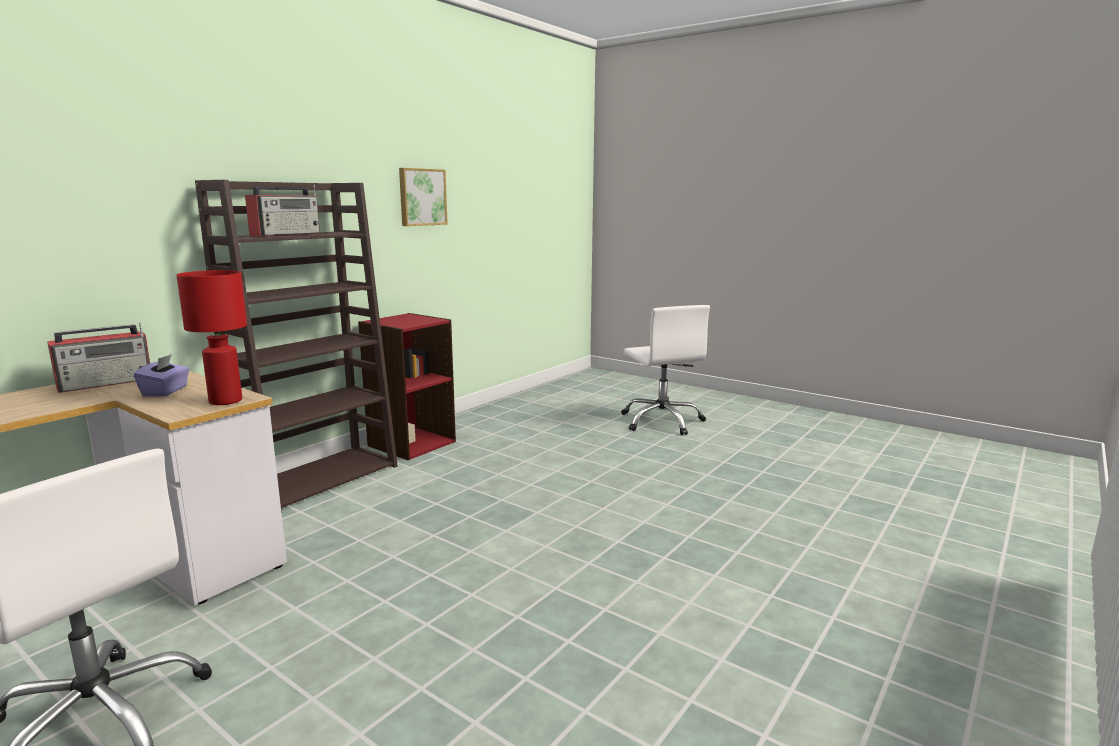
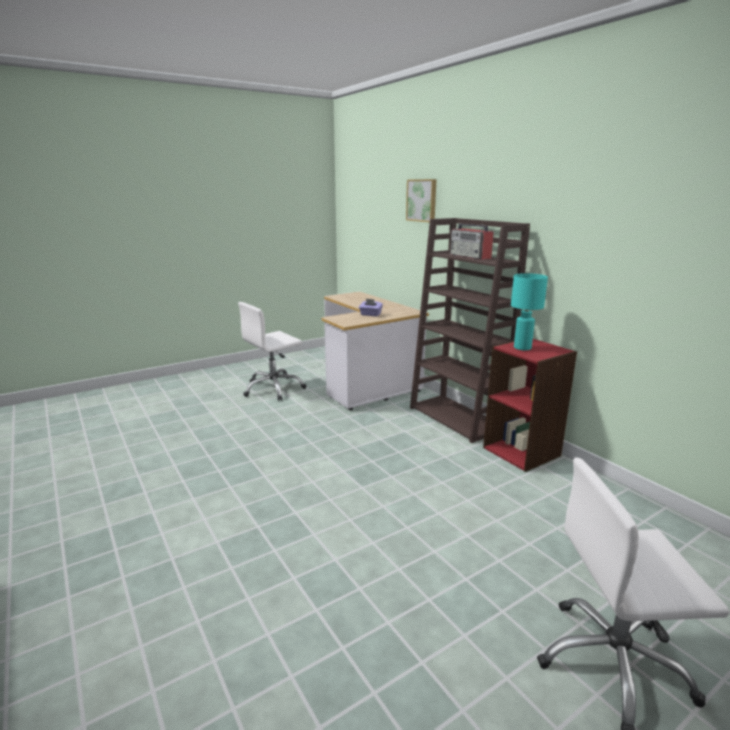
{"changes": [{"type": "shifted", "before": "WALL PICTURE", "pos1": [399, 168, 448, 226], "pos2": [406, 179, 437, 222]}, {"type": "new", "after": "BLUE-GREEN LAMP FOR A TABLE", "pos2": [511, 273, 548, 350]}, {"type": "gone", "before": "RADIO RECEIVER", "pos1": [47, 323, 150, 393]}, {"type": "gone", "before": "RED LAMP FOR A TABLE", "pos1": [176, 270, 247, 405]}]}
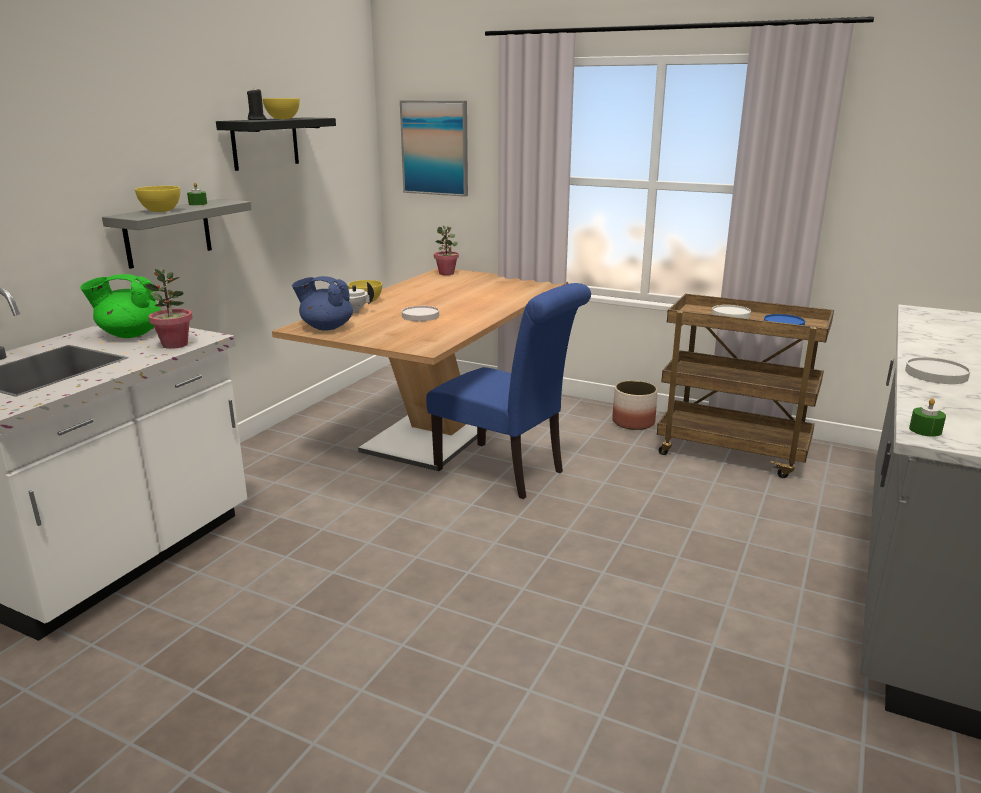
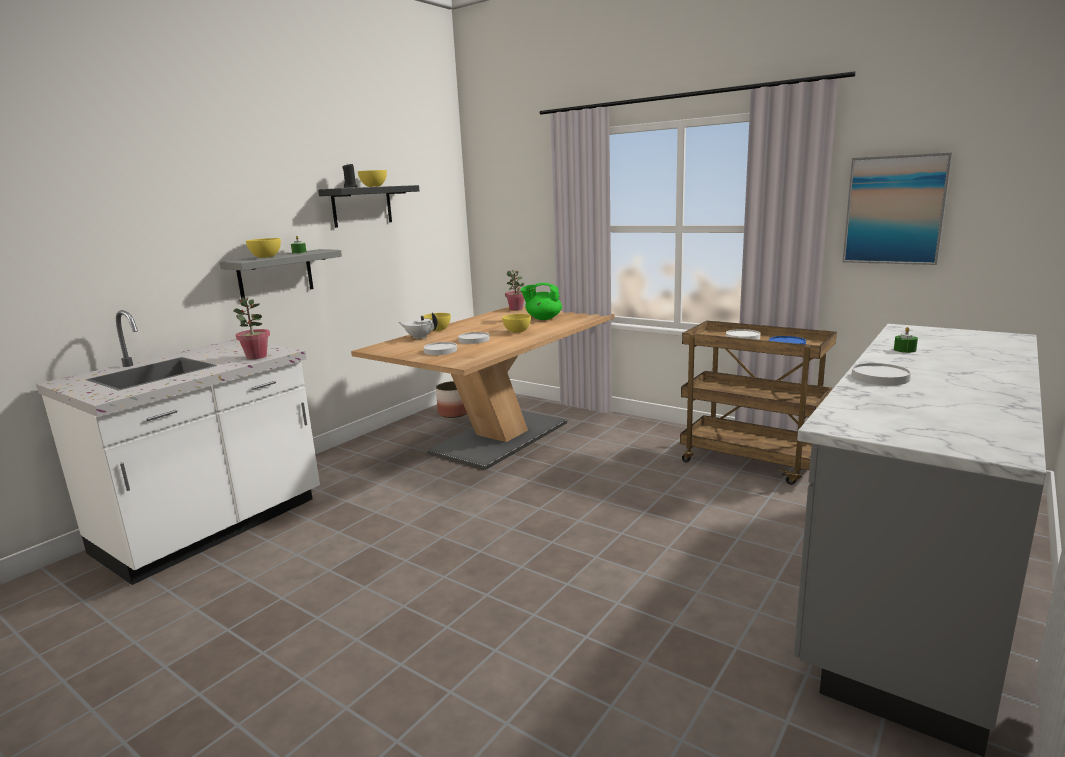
{"changes": [{"type": "new", "after": "WHITE DINNER PLATE", "pos2": [424, 342, 457, 355]}, {"type": "shifted", "before": "PLANTER", "pos1": [612, 381, 658, 430], "pos2": [436, 381, 467, 418]}, {"type": "new", "after": "YELLOWISH DEEP DISH", "pos2": [502, 314, 531, 333]}, {"type": "shifted", "before": "GREEN TEA POT", "pos1": [80, 274, 161, 338], "pos2": [521, 283, 562, 320]}, {"type": "shifted", "before": "WALL PICTURE", "pos1": [400, 100, 468, 197], "pos2": [843, 152, 952, 265]}, {"type": "shifted", "before": "GREEN CANDLE", "pos1": [909, 398, 946, 437], "pos2": [894, 327, 918, 353]}, {"type": "gone", "before": "BLUE-COLOURED TEA POT", "pos1": [292, 276, 353, 331]}, {"type": "gone", "before": "BLUE-COLOURED CHAIR", "pos1": [426, 283, 591, 499]}]}
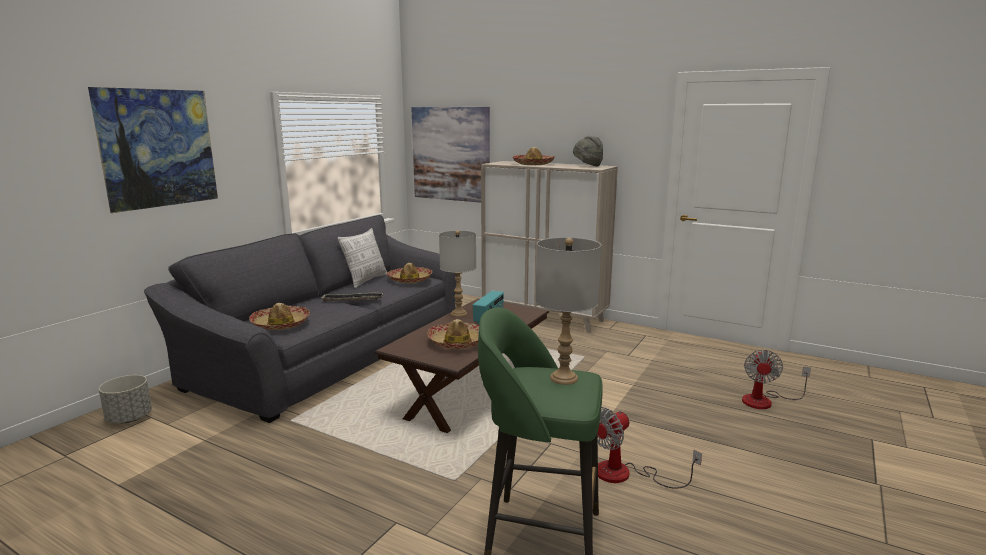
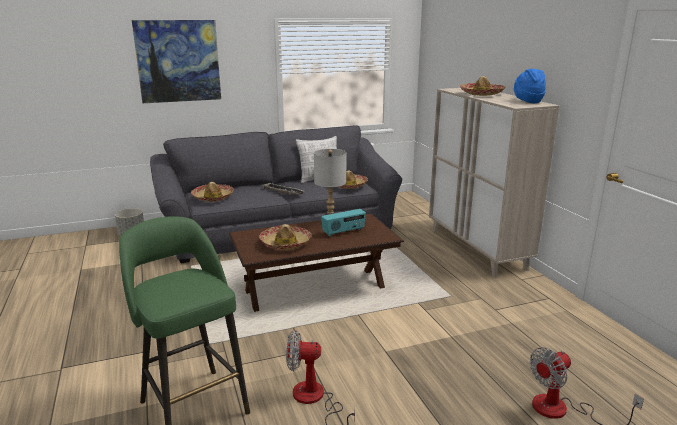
{"changes": [{"type": "repainted", "before": "GRAY HAT", "after": "BLUE-COLOURED HAT", "pos1": [573, 136, 603, 166], "pos2": [514, 68, 546, 103]}, {"type": "gone", "before": "WALL PICTURE", "pos1": [411, 107, 490, 203]}, {"type": "gone", "before": "GRAY LAMP FOR A TABLE", "pos1": [536, 237, 601, 385]}]}
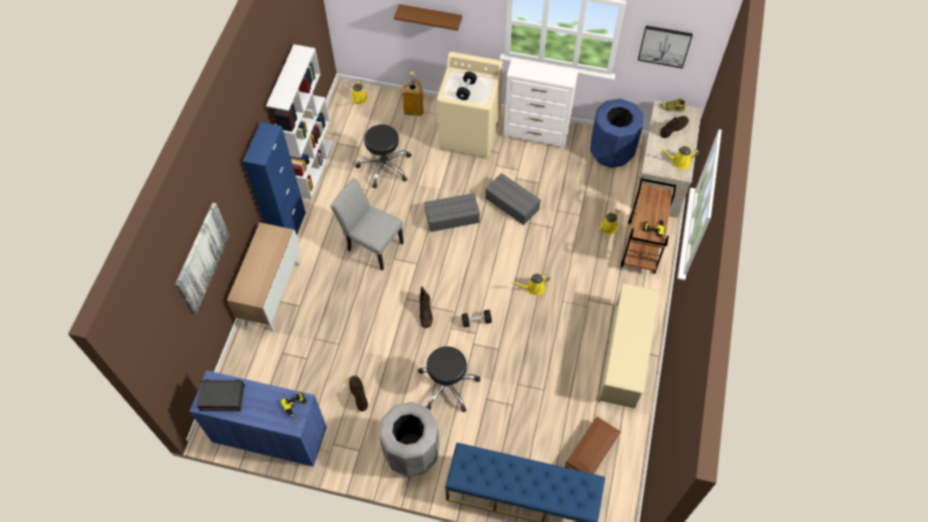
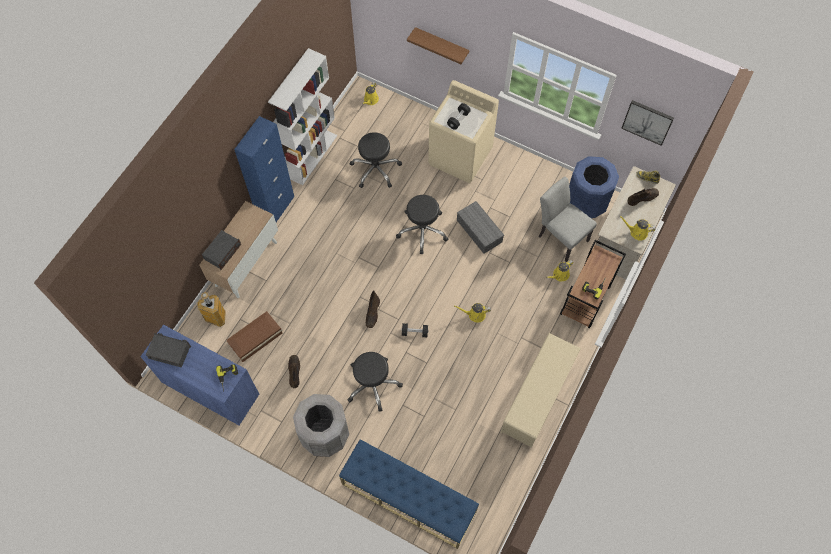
{"changes": [{"type": "shifted", "before": "WASTE BIN", "pos1": [401, 71, 424, 116], "pos2": [197, 292, 226, 327]}, {"type": "new", "after": "RADIO RECEIVER", "pos2": [202, 230, 241, 270]}, {"type": "shifted", "before": "BROWN STORAGE BOX", "pos1": [565, 417, 621, 474], "pos2": [227, 311, 282, 362]}, {"type": "swapped", "before": "GRAY STORAGE BOX", "after": "BLACK STOOL", "pos1": [424, 193, 480, 232], "pos2": [396, 195, 448, 254]}, {"type": "shifted", "before": "GRAY CHAIR", "pos1": [331, 178, 404, 271], "pos2": [538, 177, 597, 262]}, {"type": "gone", "before": "WALL PICTURE", "pos1": [175, 203, 230, 315]}, {"type": "gone", "before": "WHITE DRESSER", "pos1": [503, 58, 578, 149]}]}
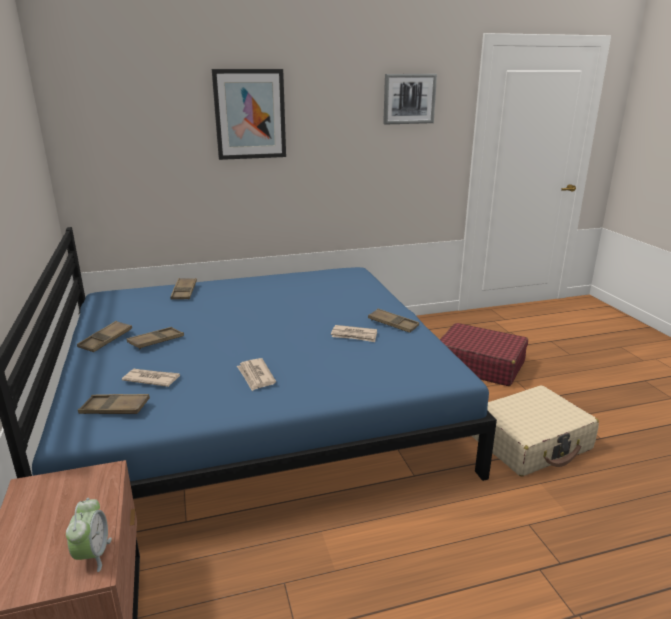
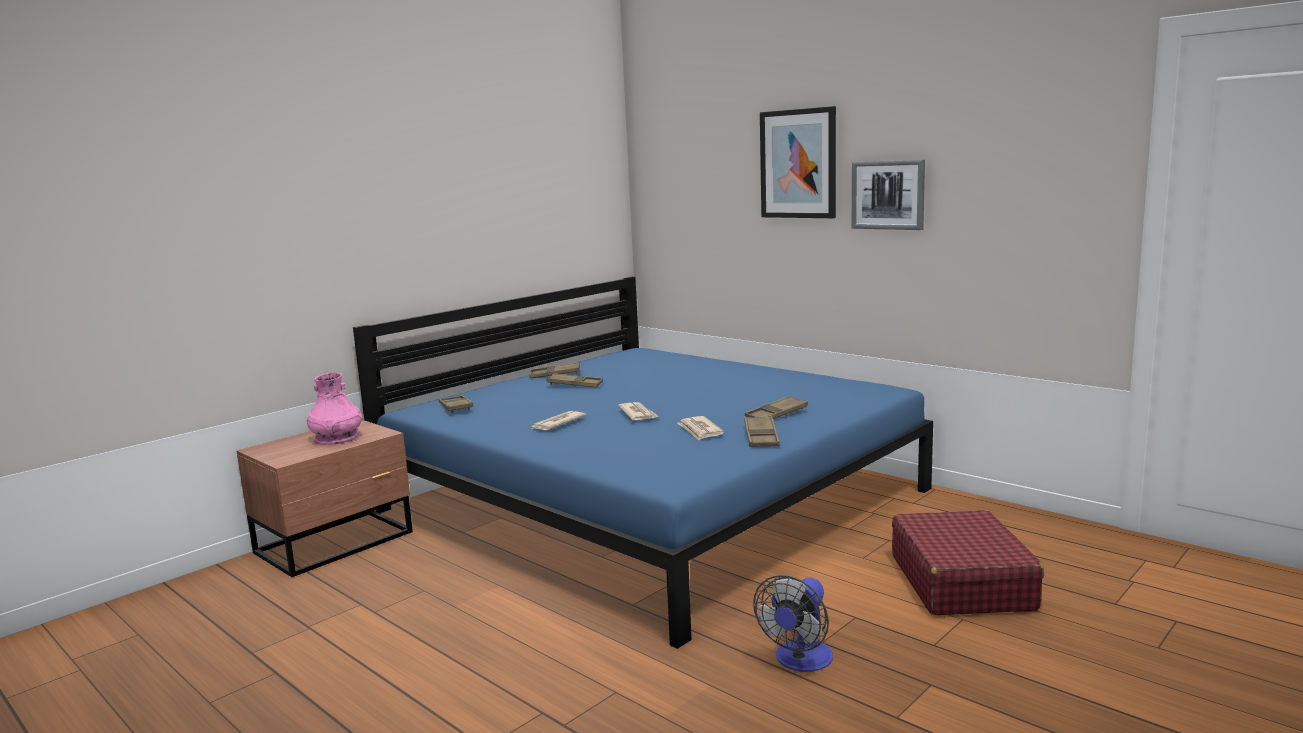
{"changes": [{"type": "new", "after": "PINK FLOWER VASE", "pos2": [307, 373, 363, 445]}, {"type": "shifted", "before": "PRINTED PAPER", "pos1": [122, 369, 180, 387], "pos2": [618, 402, 658, 420]}, {"type": "shifted", "before": "BROWN TRAY", "pos1": [170, 278, 197, 299], "pos2": [745, 396, 808, 419]}, {"type": "swapped", "before": "BEIGE-COLOURED SUITCASE", "after": "ELECTRIC FAN", "pos1": [472, 385, 599, 476], "pos2": [753, 575, 833, 672]}, {"type": "shifted", "before": "WALL PICTURE", "pos1": [383, 74, 437, 124], "pos2": [852, 160, 925, 230]}, {"type": "gone", "before": "BEDSIDE CLOCK", "pos1": [66, 498, 112, 572]}]}
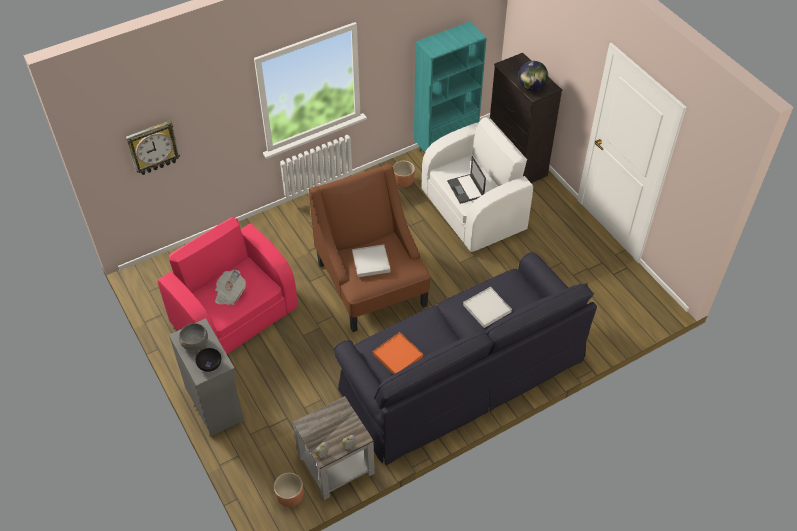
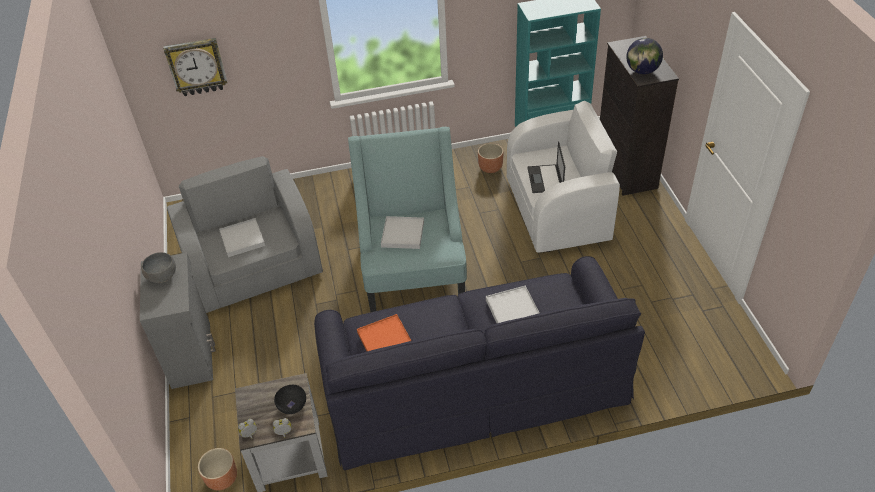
{"changes": [{"type": "repainted", "before": "PINK EASY CHAIR", "after": "GRAY EASY CHAIR", "pos1": [158, 218, 298, 354], "pos2": [167, 156, 323, 313]}, {"type": "swapped", "before": "PRINTED PAPER", "after": "WHITE TRAY", "pos1": [215, 270, 246, 305], "pos2": [219, 218, 265, 257]}, {"type": "shifted", "before": "BLACK DEEP DISH", "pos1": [196, 348, 221, 372], "pos2": [274, 385, 306, 414]}, {"type": "repainted", "before": "BROWN EASY CHAIR", "after": "BLUE-GREEN EASY CHAIR", "pos1": [309, 164, 430, 332], "pos2": [348, 127, 467, 312]}]}
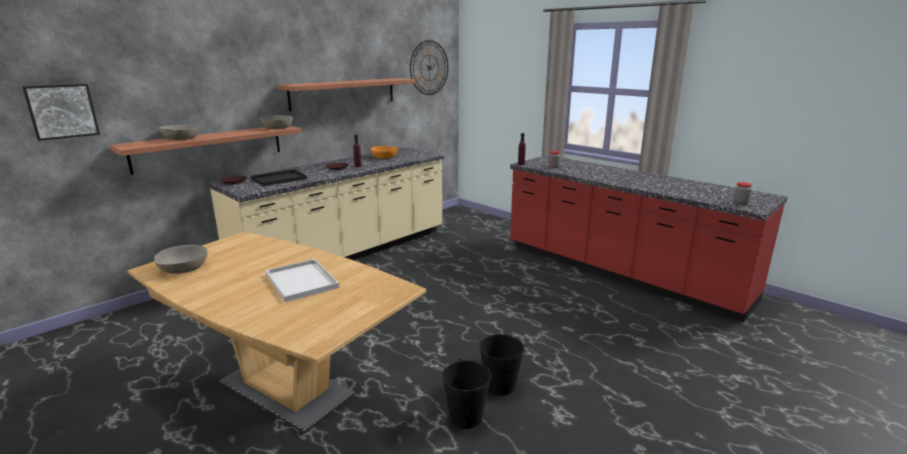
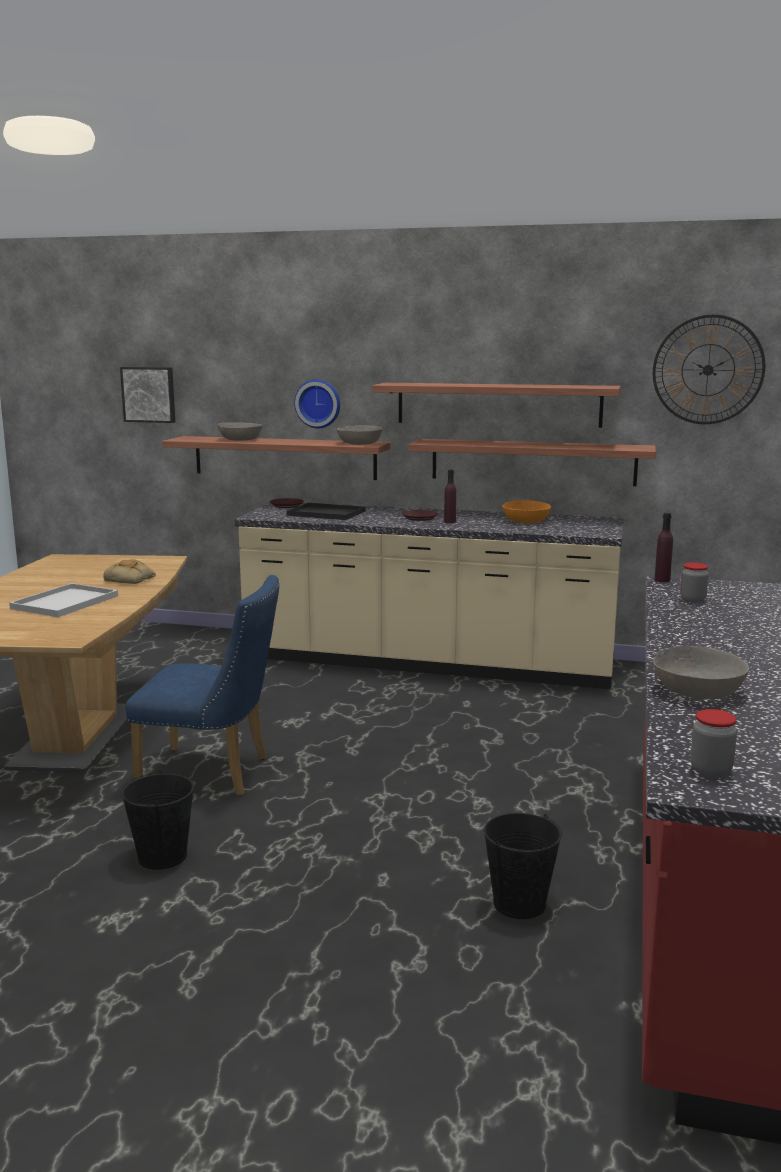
{"changes": [{"type": "new", "after": "BAKERY BREAD", "pos2": [103, 559, 156, 584]}, {"type": "new", "after": "BLUE-COLOURED CHAIR", "pos2": [125, 575, 280, 796]}, {"type": "new", "after": "WALL CLOCK", "pos2": [294, 379, 340, 428]}, {"type": "new", "after": "WALL SHELF", "pos2": [408, 439, 656, 486]}, {"type": "shifted", "before": "BLACK WATER BUCKET", "pos1": [442, 358, 492, 429], "pos2": [484, 813, 562, 919]}, {"type": "shifted", "before": "GRAY DEEP DISH", "pos1": [154, 245, 208, 274], "pos2": [653, 645, 749, 699]}]}
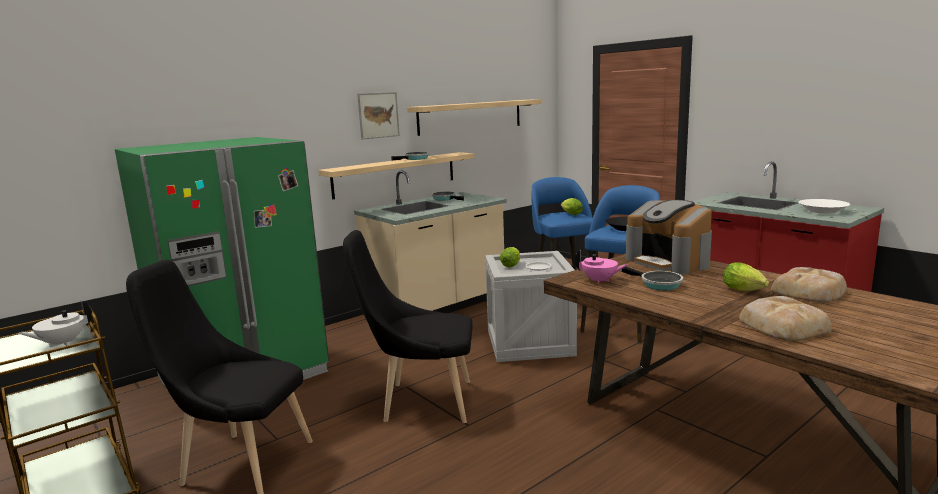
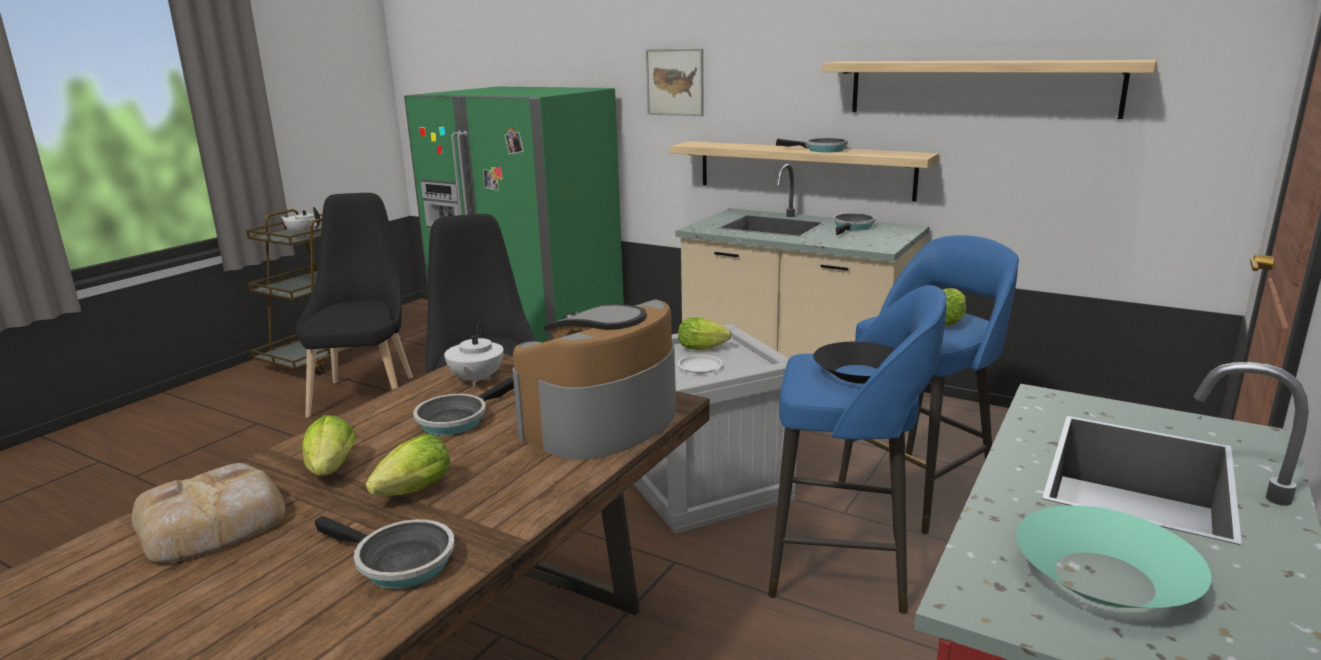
{"changes": [{"type": "new", "after": "HEAD OF LETTUCE", "pos2": [302, 415, 356, 476]}, {"type": "swapped", "before": "BAKERY BREAD", "after": "SKILLET", "pos1": [771, 267, 847, 303], "pos2": [315, 516, 455, 589]}, {"type": "repainted", "before": "PINK TEA POT", "after": "WHITE TEA POT", "pos1": [575, 250, 628, 284], "pos2": [444, 322, 504, 386]}, {"type": "shifted", "before": "WALL PICTURE", "pos1": [357, 92, 400, 140], "pos2": [646, 49, 704, 116]}, {"type": "repainted", "before": "WHITE DEEP DISH", "after": "BLUE-GREEN DEEP DISH", "pos1": [798, 199, 850, 214], "pos2": [1016, 505, 1211, 608]}]}
